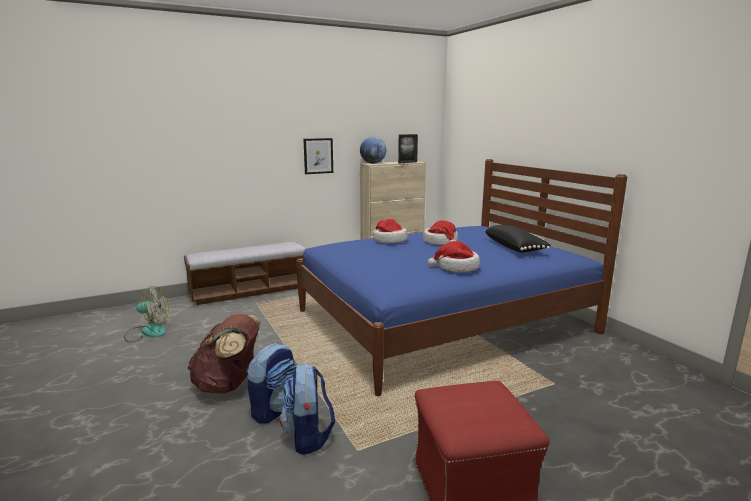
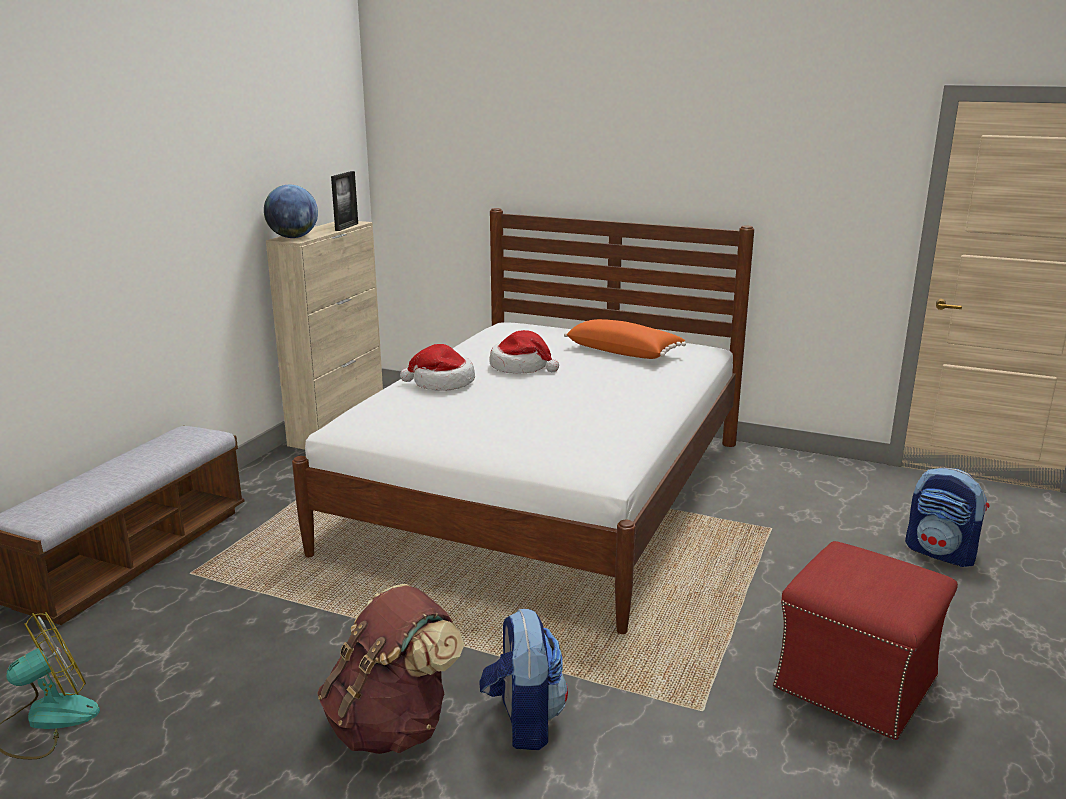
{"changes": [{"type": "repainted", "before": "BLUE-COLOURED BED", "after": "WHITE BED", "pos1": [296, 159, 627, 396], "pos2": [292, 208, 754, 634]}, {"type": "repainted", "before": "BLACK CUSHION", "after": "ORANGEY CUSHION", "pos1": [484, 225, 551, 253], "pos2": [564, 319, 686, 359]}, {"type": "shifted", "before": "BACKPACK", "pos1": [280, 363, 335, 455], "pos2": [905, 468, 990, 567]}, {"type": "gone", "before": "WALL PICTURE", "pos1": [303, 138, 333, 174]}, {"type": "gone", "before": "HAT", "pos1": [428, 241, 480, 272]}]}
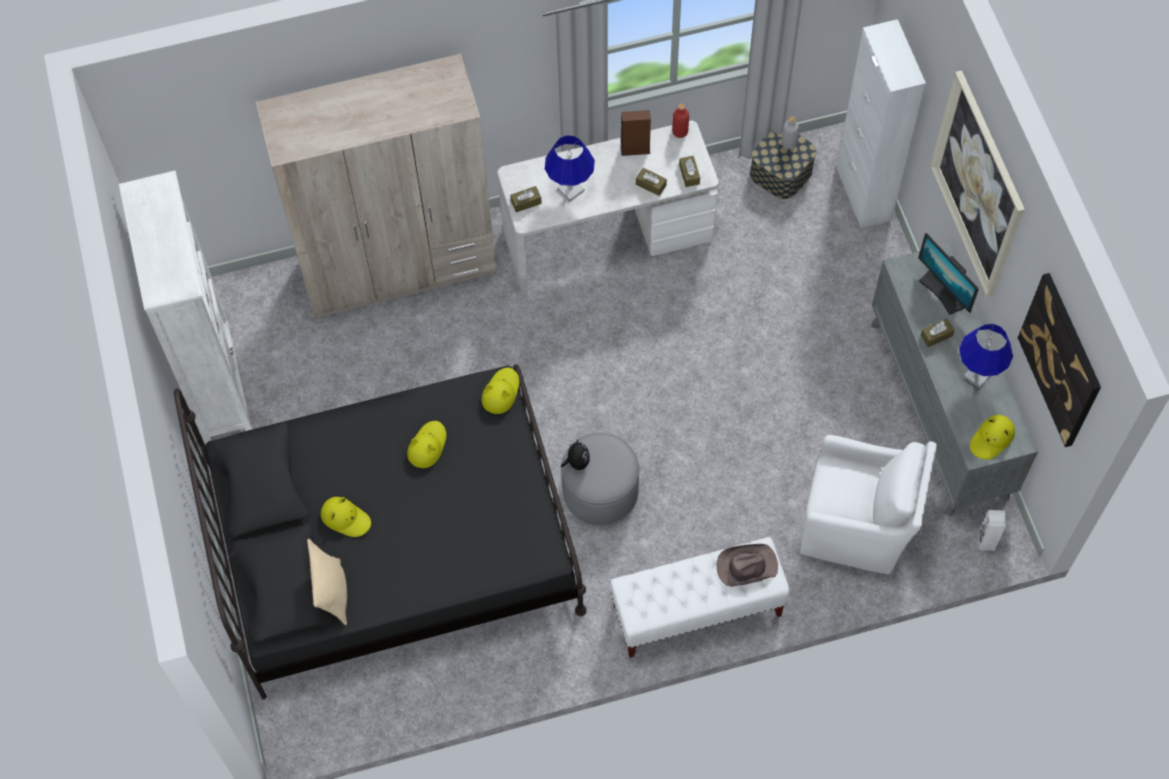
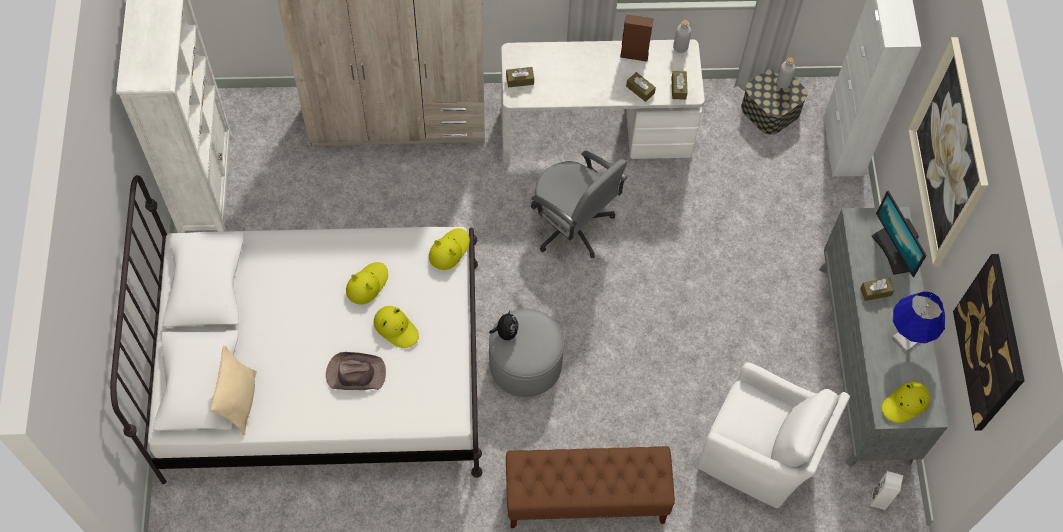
{"changes": [{"type": "repainted", "before": "BLACK BED", "after": "WHITE BED", "pos1": [174, 364, 587, 699], "pos2": [110, 175, 482, 484]}, {"type": "shifted", "before": "BROWN HAT", "pos1": [717, 544, 778, 587], "pos2": [326, 352, 386, 390]}, {"type": "shifted", "before": "YELLOWISH HAT", "pos1": [321, 497, 371, 537], "pos2": [374, 306, 419, 348]}, {"type": "repainted", "before": "WHITE INDOOR BENCH", "after": "BROWN INDOOR BENCH", "pos1": [611, 537, 790, 658], "pos2": [506, 446, 675, 528]}, {"type": "new", "after": "GRAY DESK CHAIR", "pos2": [531, 151, 627, 258]}, {"type": "repainted", "before": "RED BOTTLE", "after": "GRAY BOTTLE", "pos1": [672, 104, 689, 138], "pos2": [673, 20, 691, 53]}, {"type": "gone", "before": "BLUE-COLOURED LAMP FOR A TABLE", "pos1": [545, 135, 595, 201]}]}
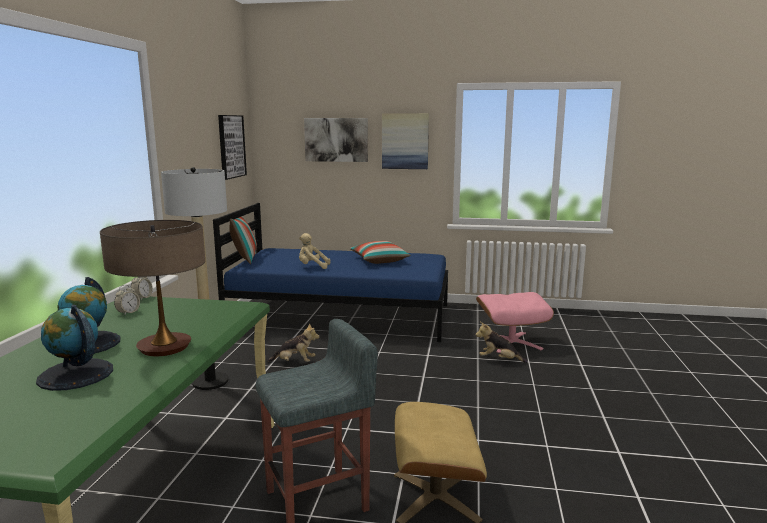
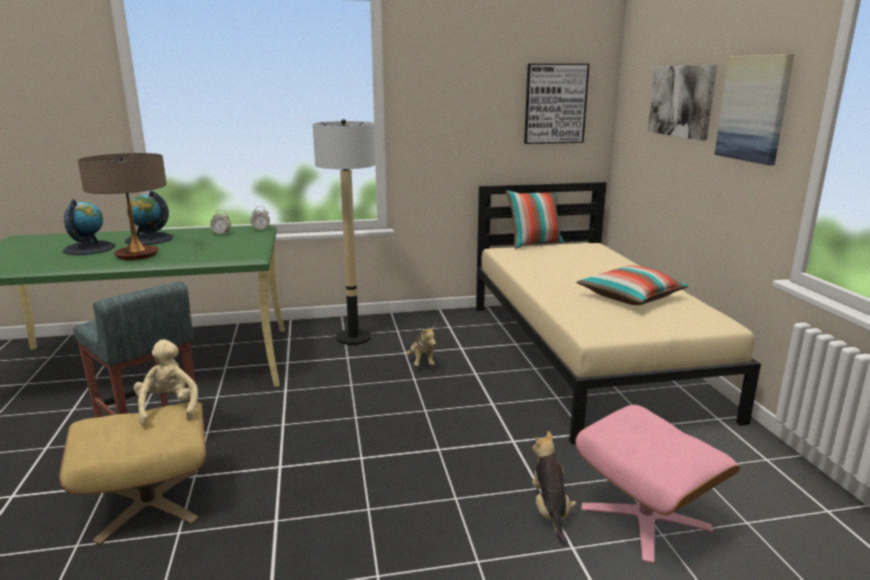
{"changes": [{"type": "shifted", "before": "BEIGE-COLOURED CUDDLY TOY", "pos1": [299, 233, 330, 269], "pos2": [134, 340, 198, 425]}, {"type": "repainted", "before": "BLUE-COLOURED BED", "after": "BEIGE-COLOURED BED", "pos1": [213, 203, 448, 342], "pos2": [476, 182, 761, 445]}]}
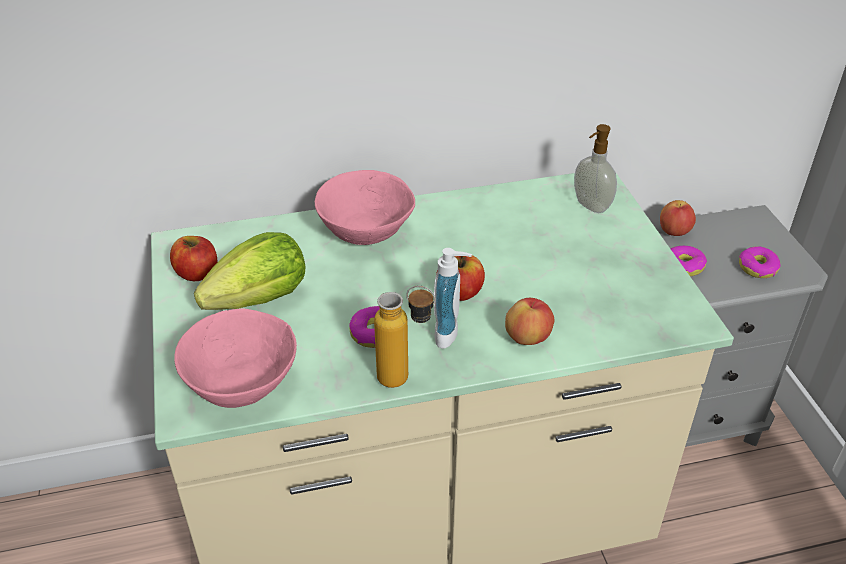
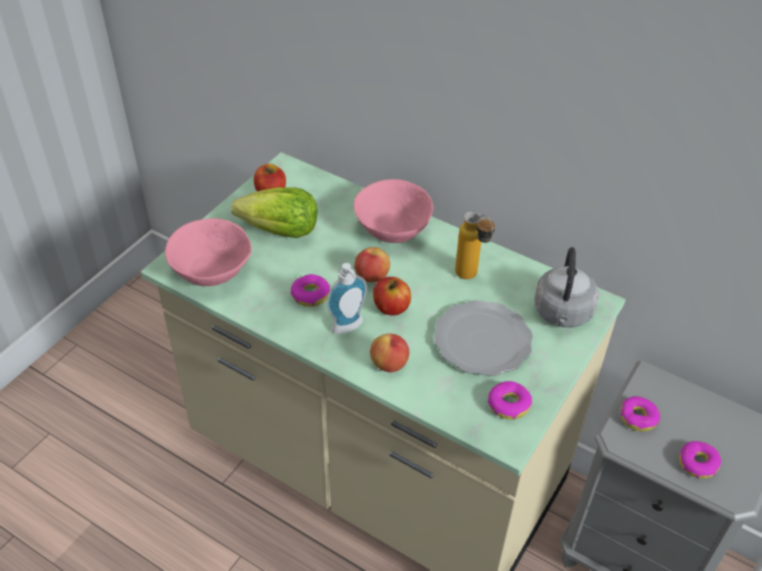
{"changes": [{"type": "shifted", "before": "APPLE", "pos1": [660, 200, 696, 236], "pos2": [354, 247, 390, 282]}, {"type": "new", "after": "DINNER PLATE", "pos2": [434, 300, 533, 376]}, {"type": "shifted", "before": "BOTTLE", "pos1": [374, 286, 435, 388], "pos2": [455, 212, 495, 279]}, {"type": "new", "after": "DOUGHNUT", "pos2": [488, 381, 532, 420]}, {"type": "swapped", "before": "SOAP BOTTLE", "after": "GRAY WATER KETTLE", "pos1": [574, 124, 617, 213], "pos2": [534, 247, 599, 327]}]}
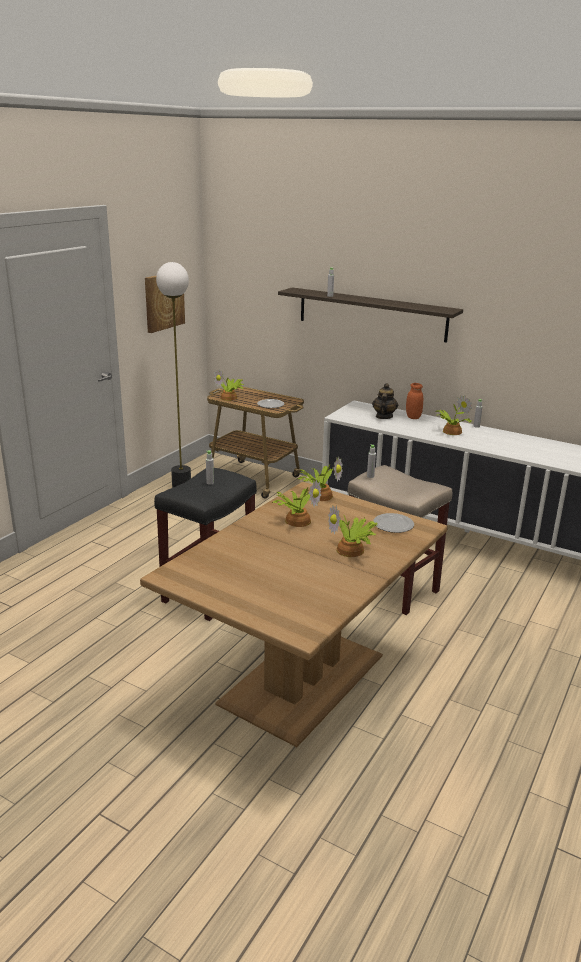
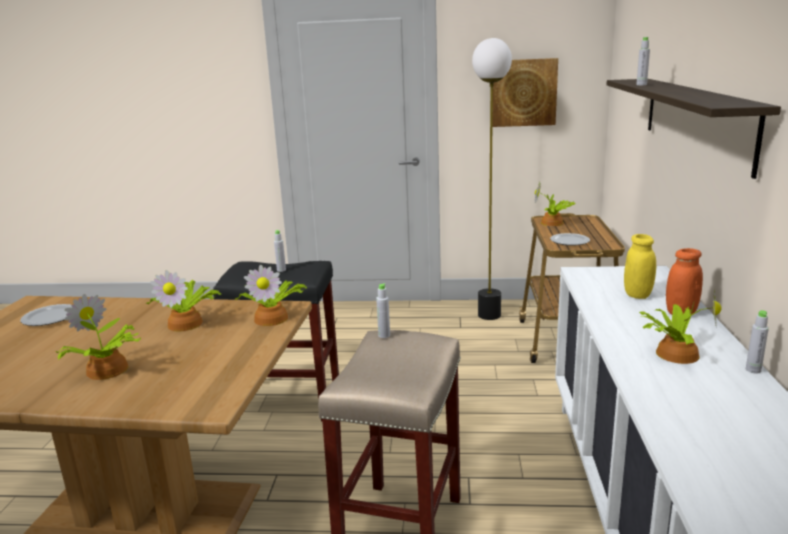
{"changes": [{"type": "shifted", "before": "DINNER PLATE", "pos1": [373, 513, 414, 533], "pos2": [20, 304, 72, 326]}, {"type": "swapped", "before": "TEA POT", "after": "YELLOWISH JAR", "pos1": [372, 383, 398, 419], "pos2": [624, 234, 656, 299]}]}
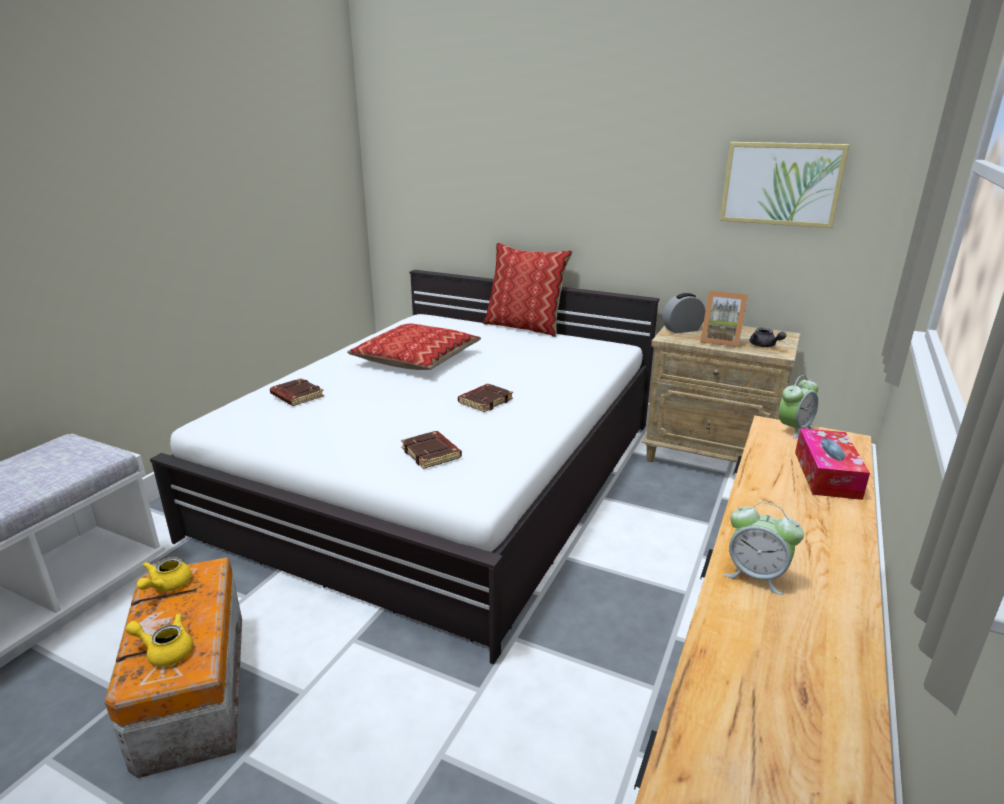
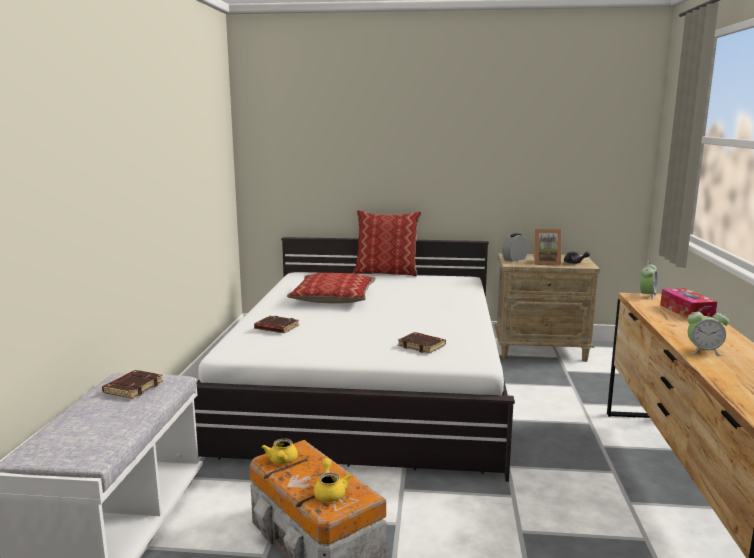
{"changes": [{"type": "shifted", "before": "BROWN VOLUME", "pos1": [458, 384, 513, 412], "pos2": [102, 370, 163, 399]}, {"type": "rotated", "before": "YELLOWISH TEA POT", "pos1": [125, 613, 193, 667], "pos2": [314, 458, 352, 502], "turn": 90}, {"type": "gone", "before": "WALL PICTURE", "pos1": [719, 142, 849, 228]}]}
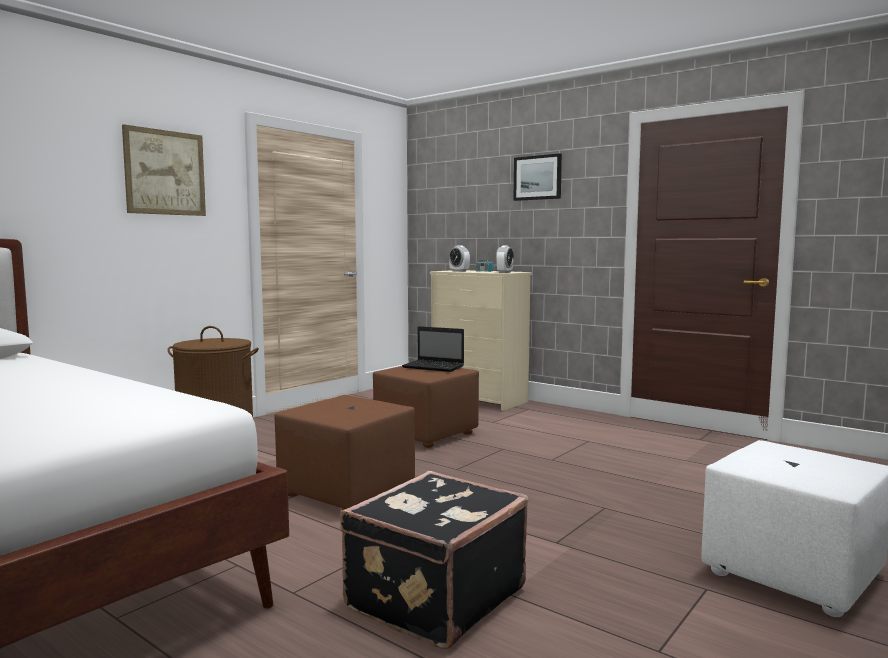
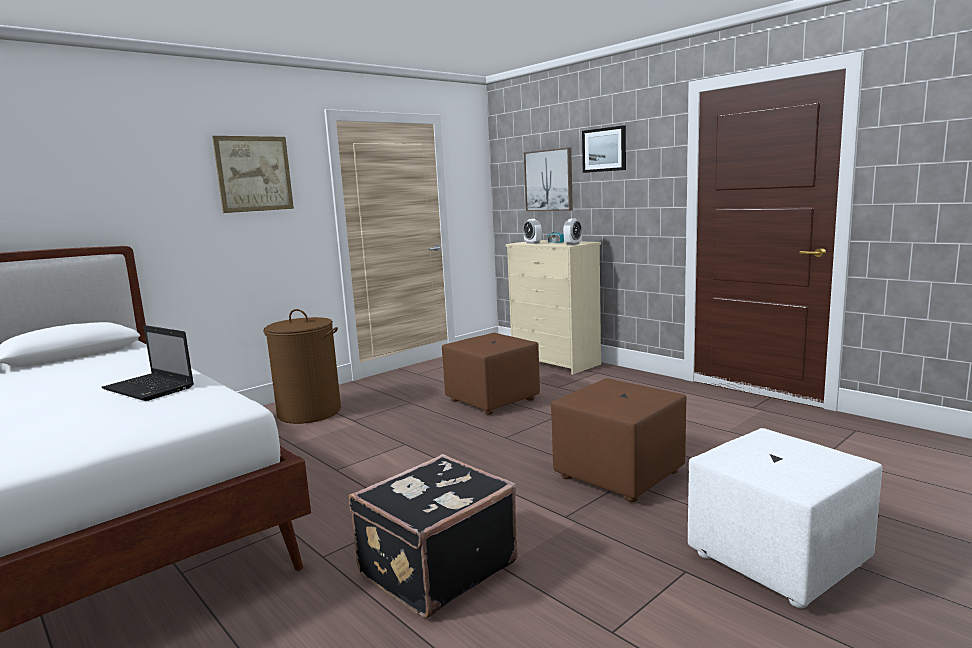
{"changes": [{"type": "shifted", "before": "PORTABLE COMPUTER", "pos1": [402, 326, 464, 372], "pos2": [102, 325, 194, 401]}, {"type": "new", "after": "WALL PICTURE", "pos2": [524, 147, 573, 211]}, {"type": "shifted", "before": "BROWN POUFFE", "pos1": [274, 395, 415, 510], "pos2": [551, 378, 687, 502]}]}
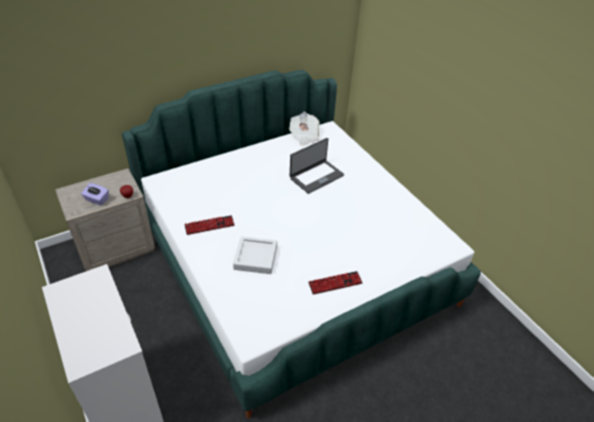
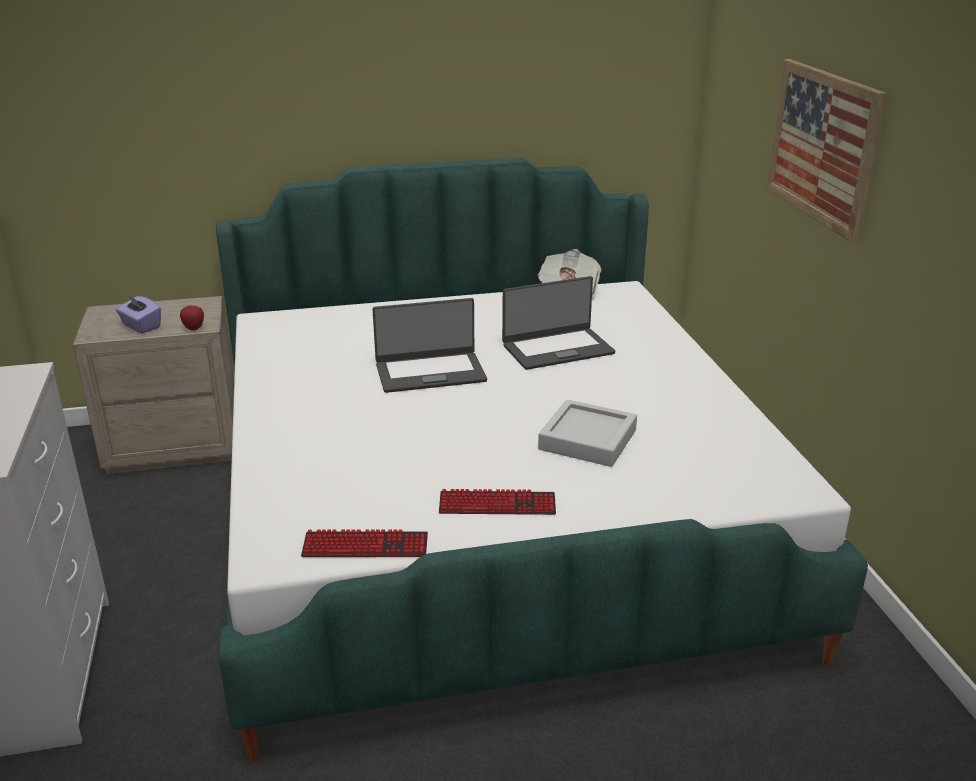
{"changes": [{"type": "shifted", "before": "PC KEYBOARD", "pos1": [184, 215, 234, 235], "pos2": [301, 529, 428, 557]}, {"type": "new", "after": "PORTABLE COMPUTER", "pos2": [372, 298, 487, 393]}, {"type": "shifted", "before": "GRAY TRAY", "pos1": [233, 236, 277, 274], "pos2": [538, 399, 637, 467]}, {"type": "new", "after": "WALL PICTURE", "pos2": [766, 59, 887, 243]}]}
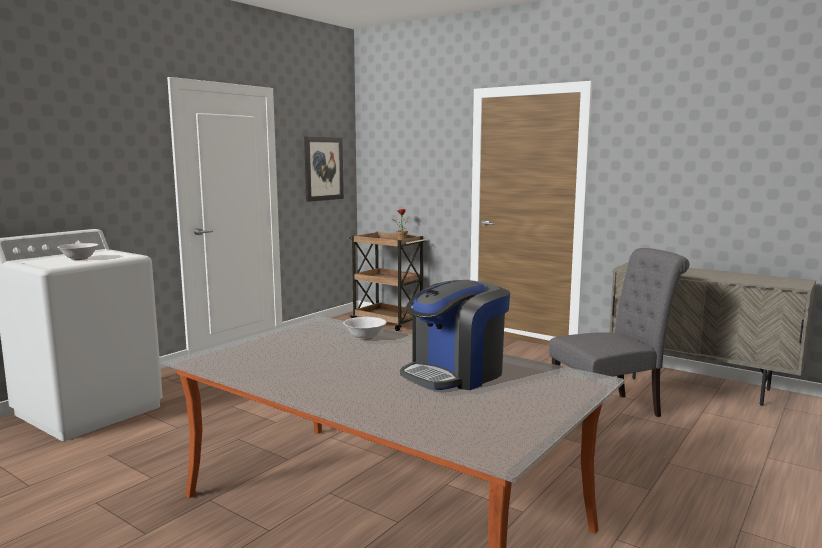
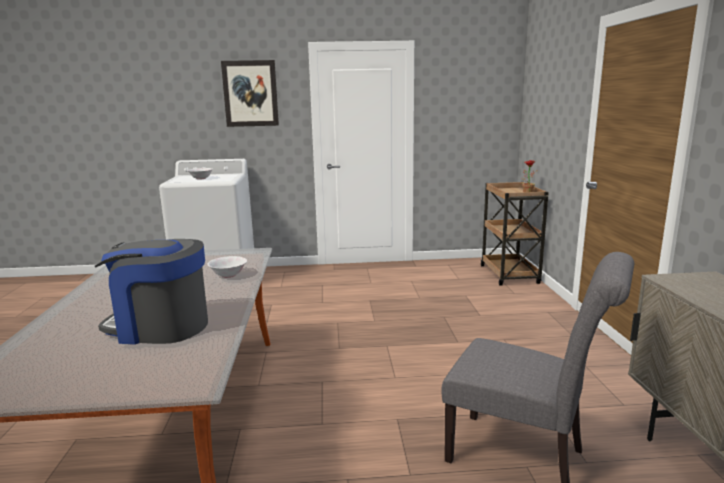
{"changes": [{"type": "shifted", "before": "WALL PICTURE", "pos1": [304, 137, 344, 202], "pos2": [221, 60, 279, 127]}]}
